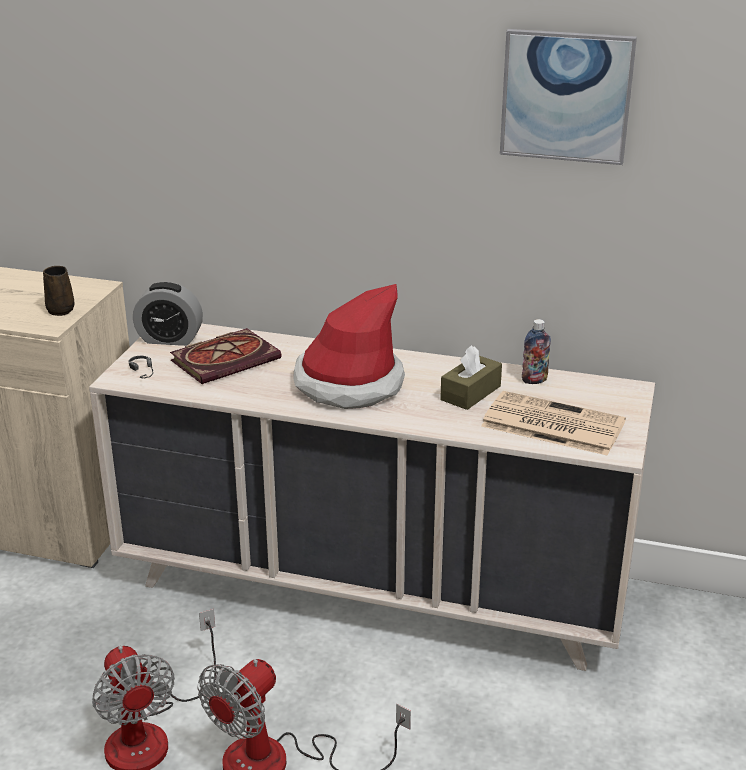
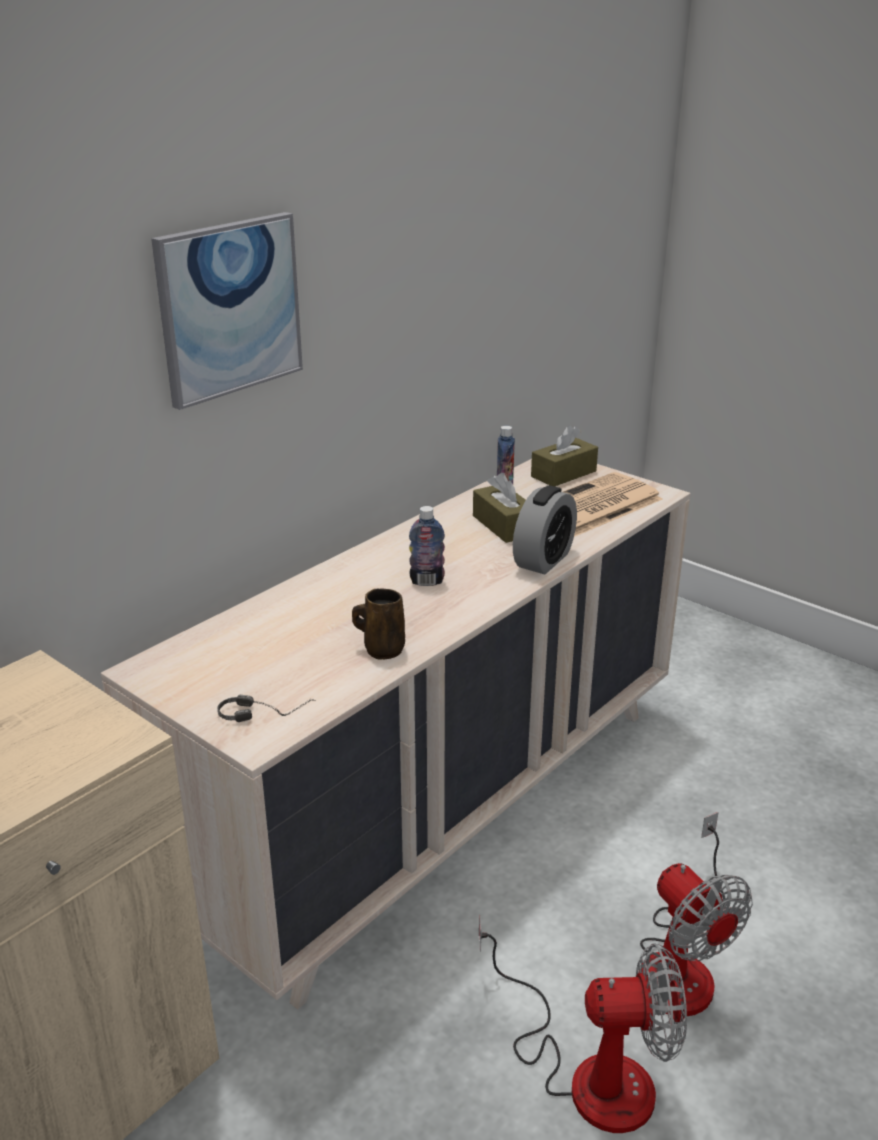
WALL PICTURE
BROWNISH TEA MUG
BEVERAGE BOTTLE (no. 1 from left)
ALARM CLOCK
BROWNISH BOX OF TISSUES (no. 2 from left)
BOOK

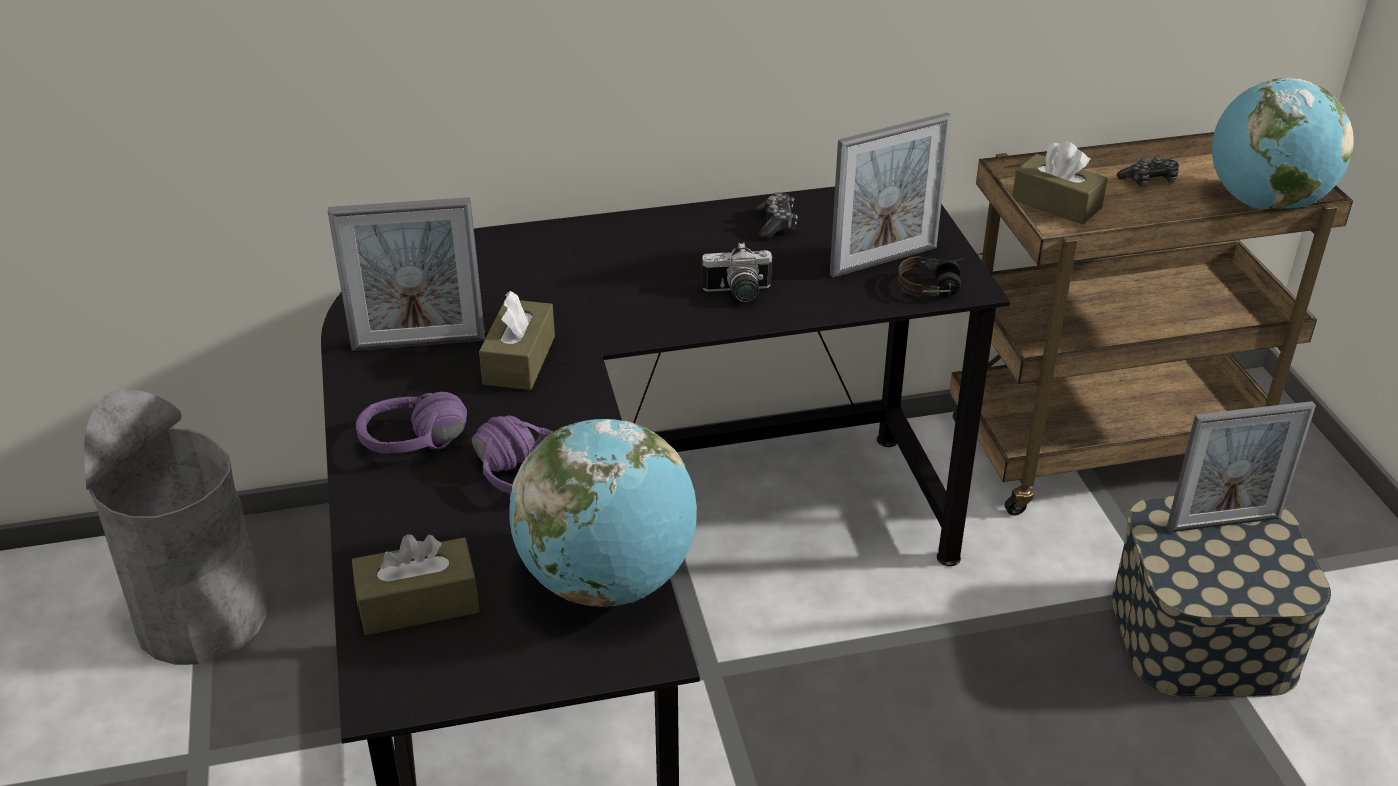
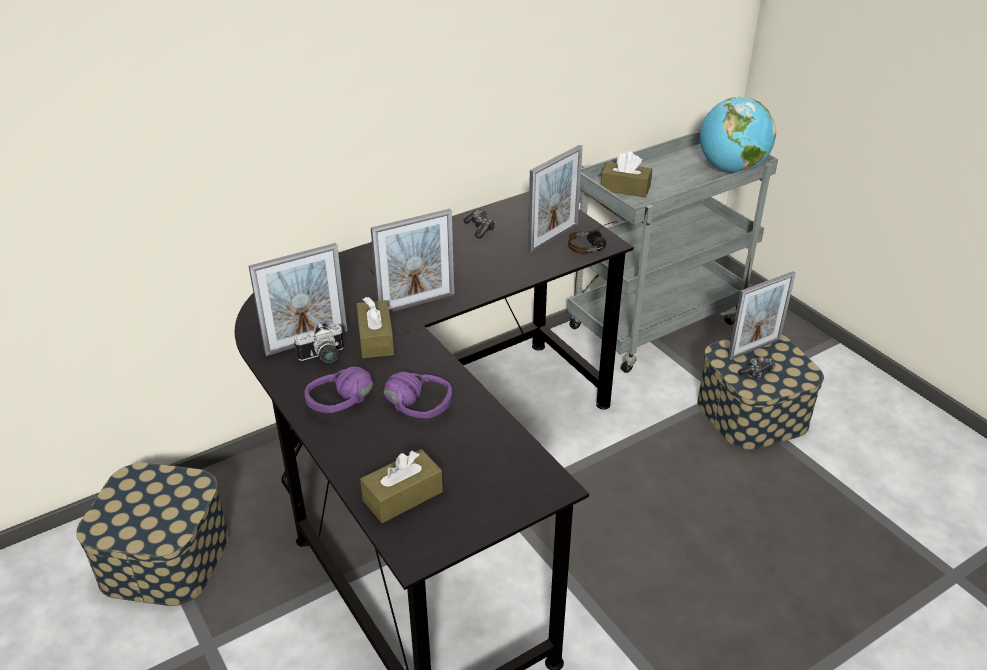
STORAGE BIN (no. 1 from left)
STILL CAMERA
PICTURE FRAME (no. 2 from left)
GREY CART
JOYPAD (no. 2 from left)
GLOBE (no. 1 from left in the first image)

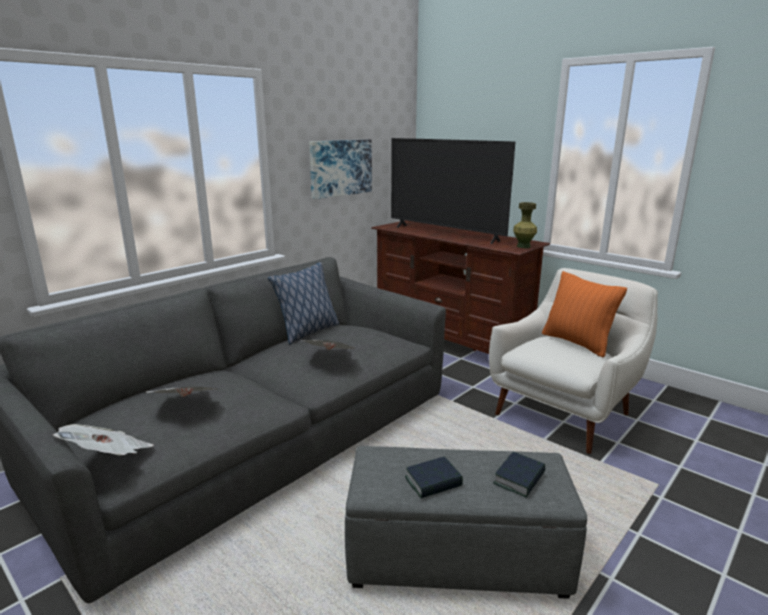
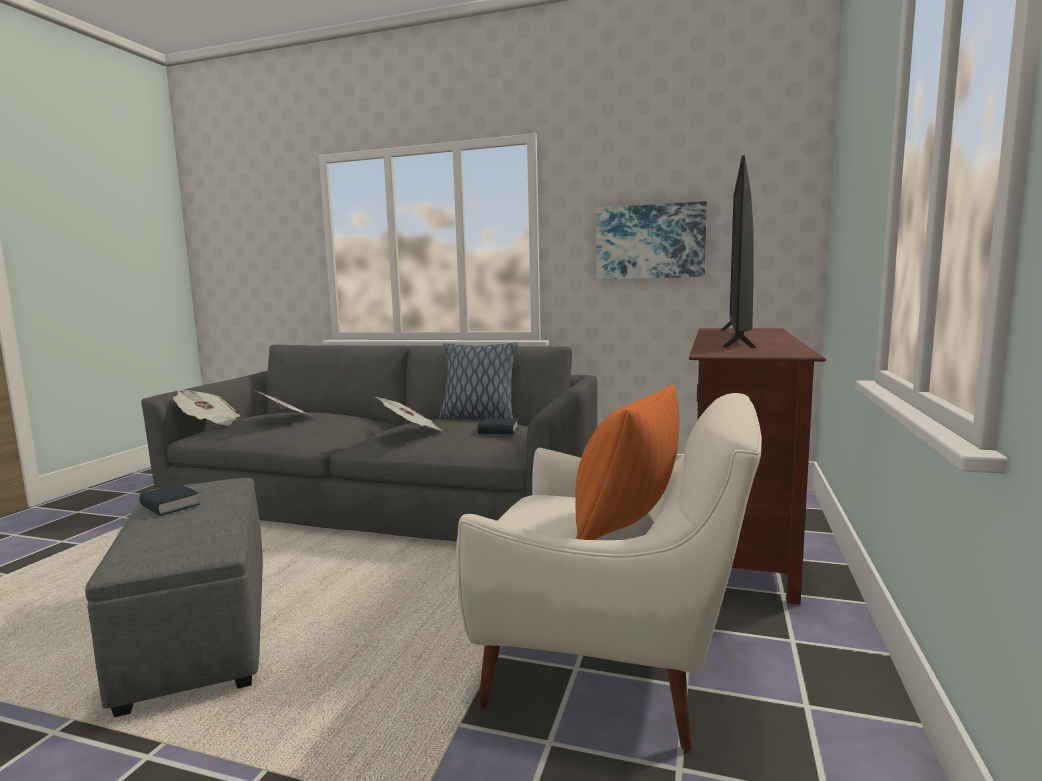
BOOK (no. 2 from left)
GREEN FLOWER VASE

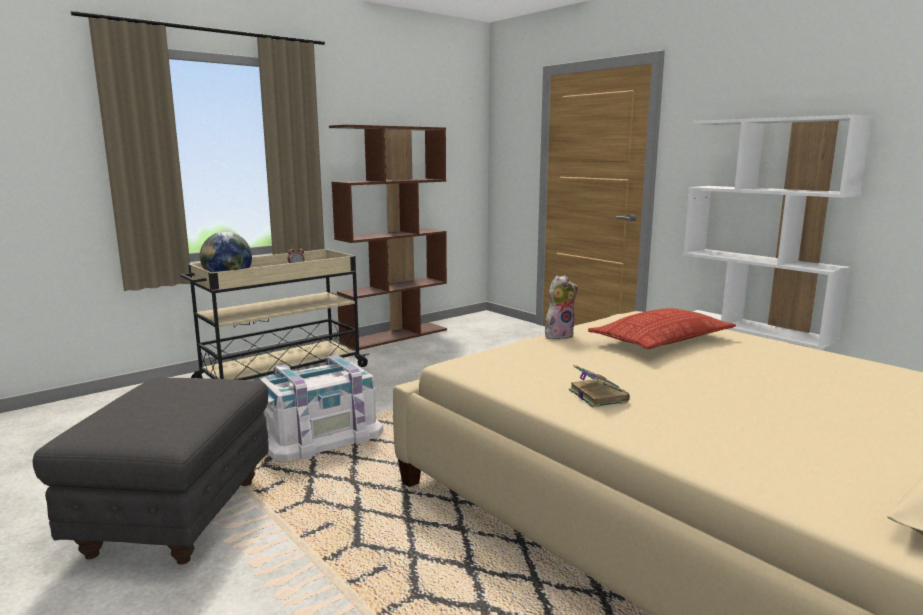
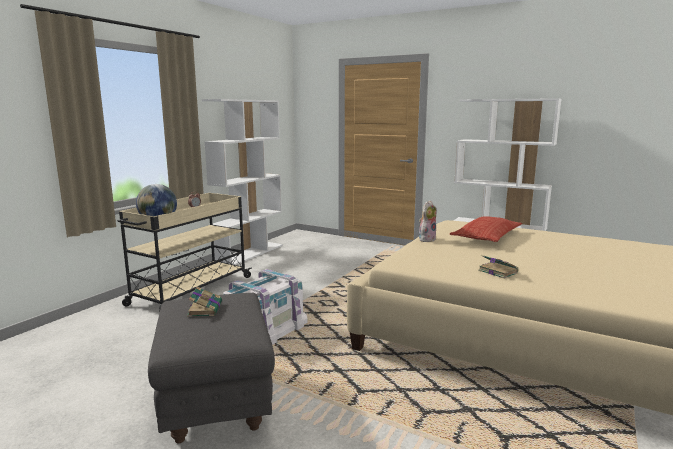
BOOK (no. 1 from left)
WHITE BOOKSHELF (no. 1 from left)

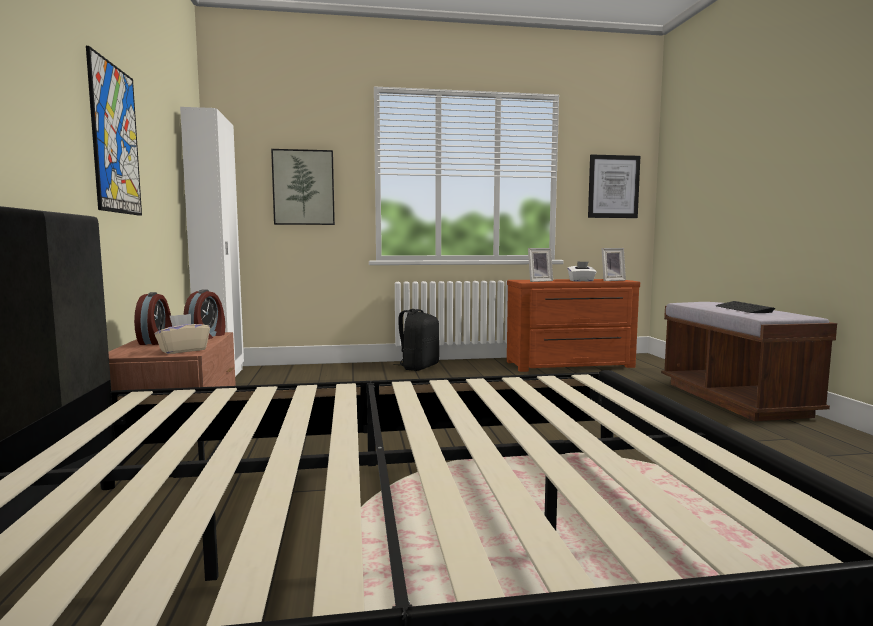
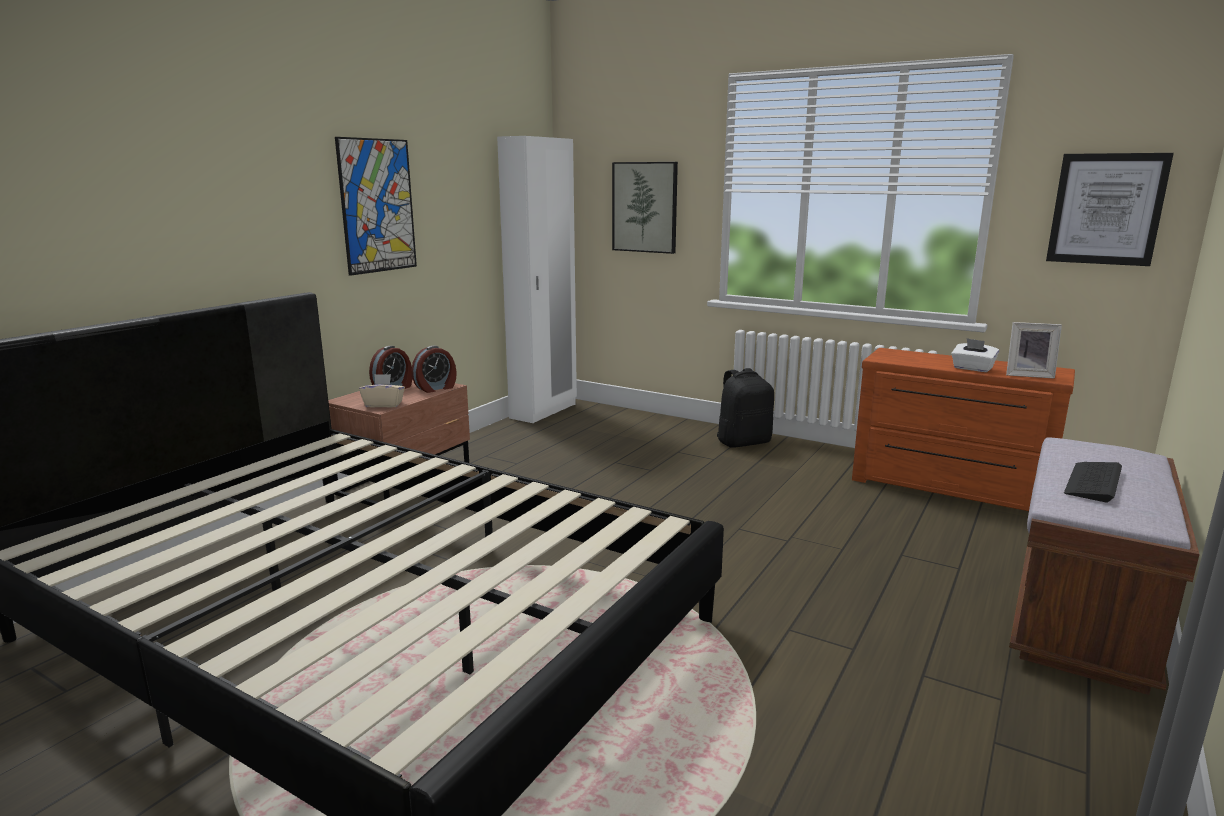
PICTURE FRAME (no. 1 from left in the first image)

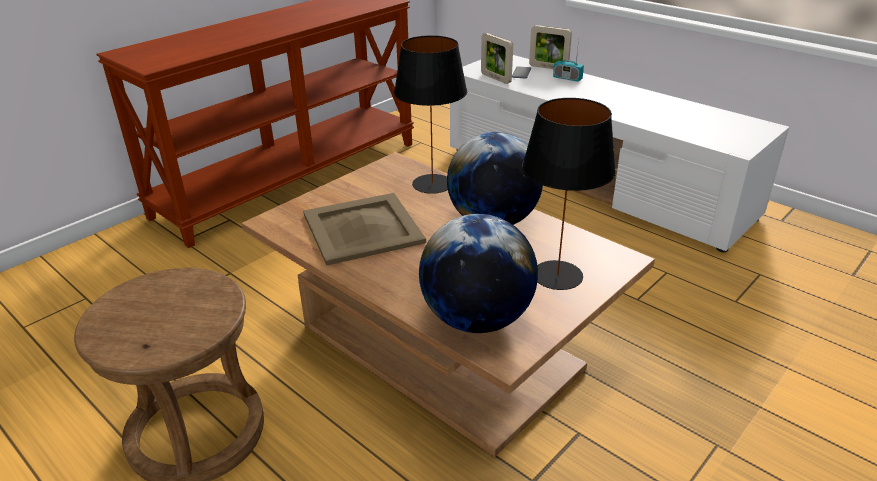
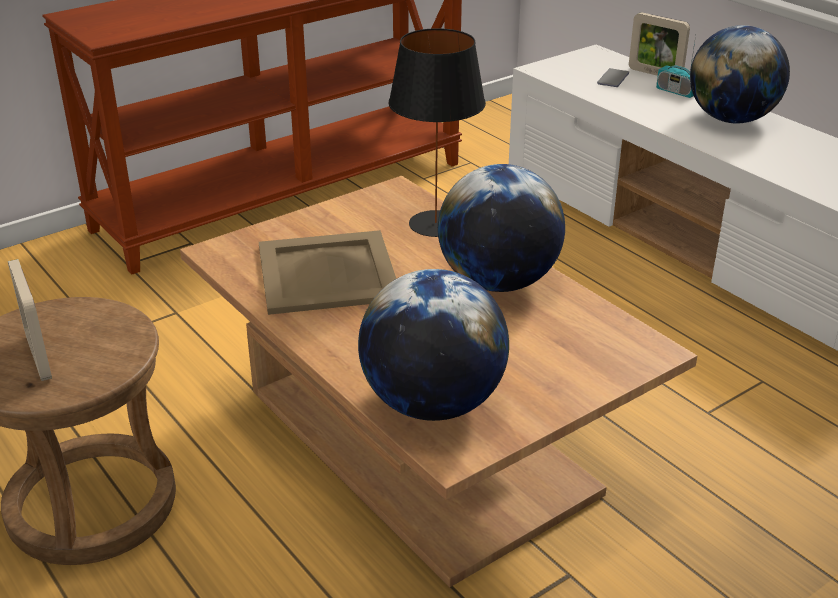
PICTURE FRAME (no. 1 from left)
GLOBE (no. 3 from left)
BLACK-COLOURED TABLE LAMP (no. 2 from left in the first image)

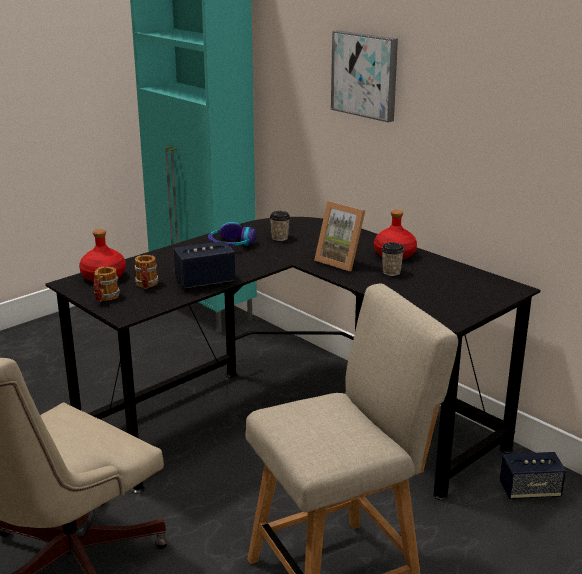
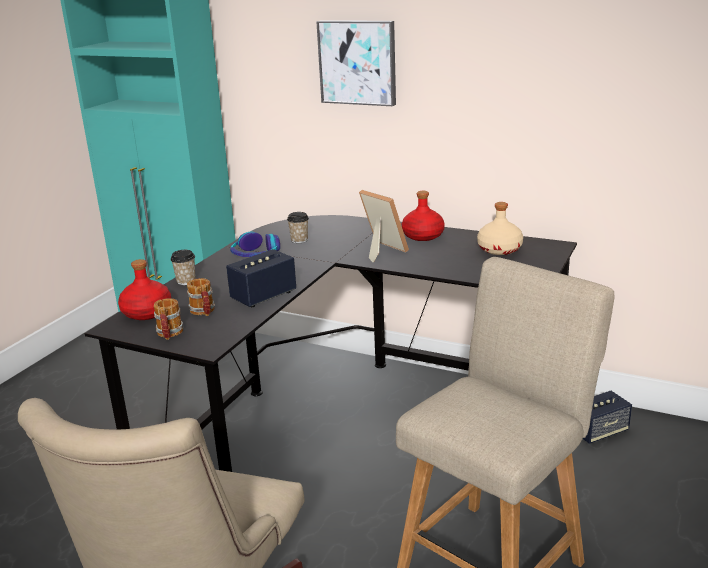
DRINKING CUP (no. 1 from left)
PICTURE FRAME
BEIGE BEVERAGE BOTTLE

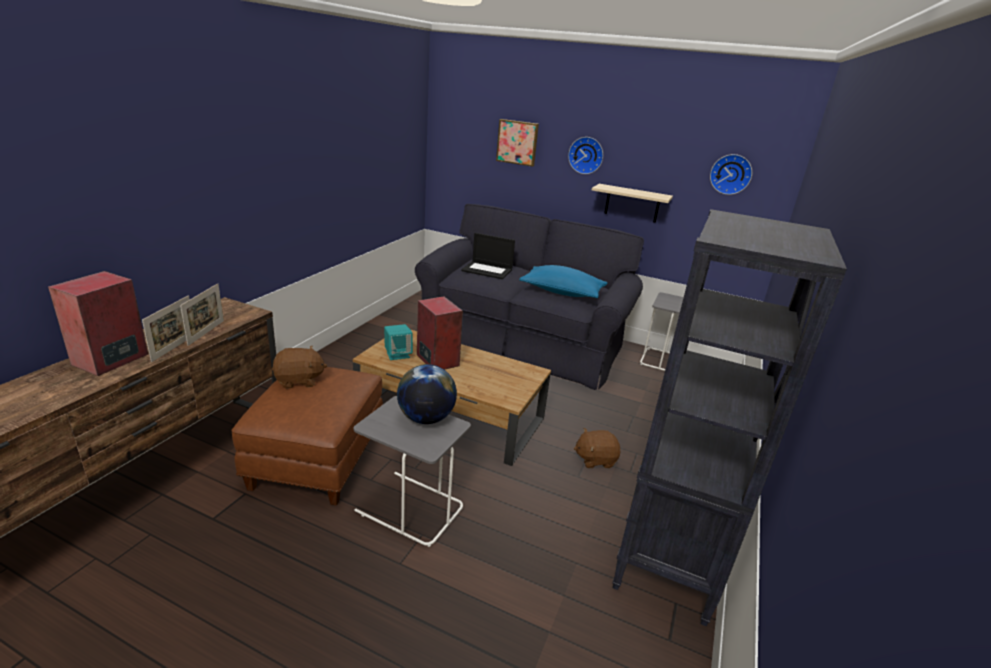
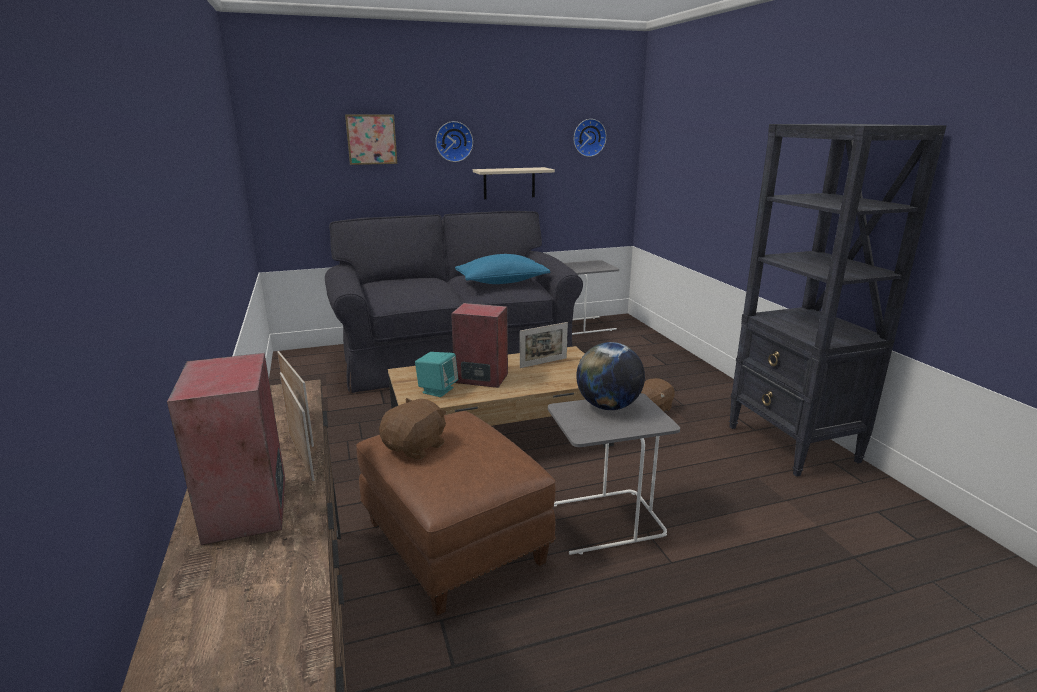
PICTURE FRAME (no. 3 from left)
PORTABLE COMPUTER

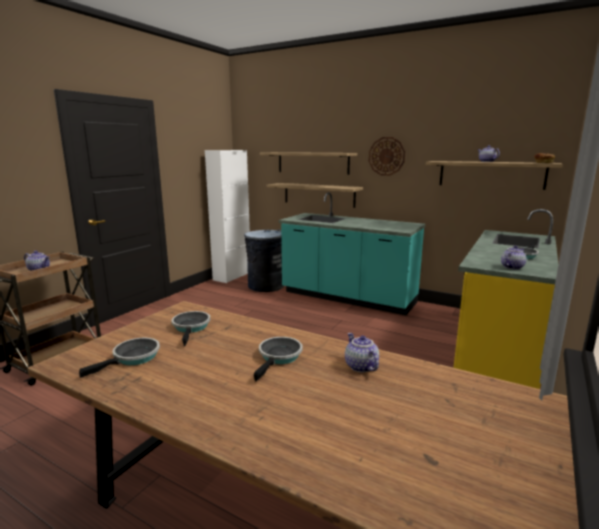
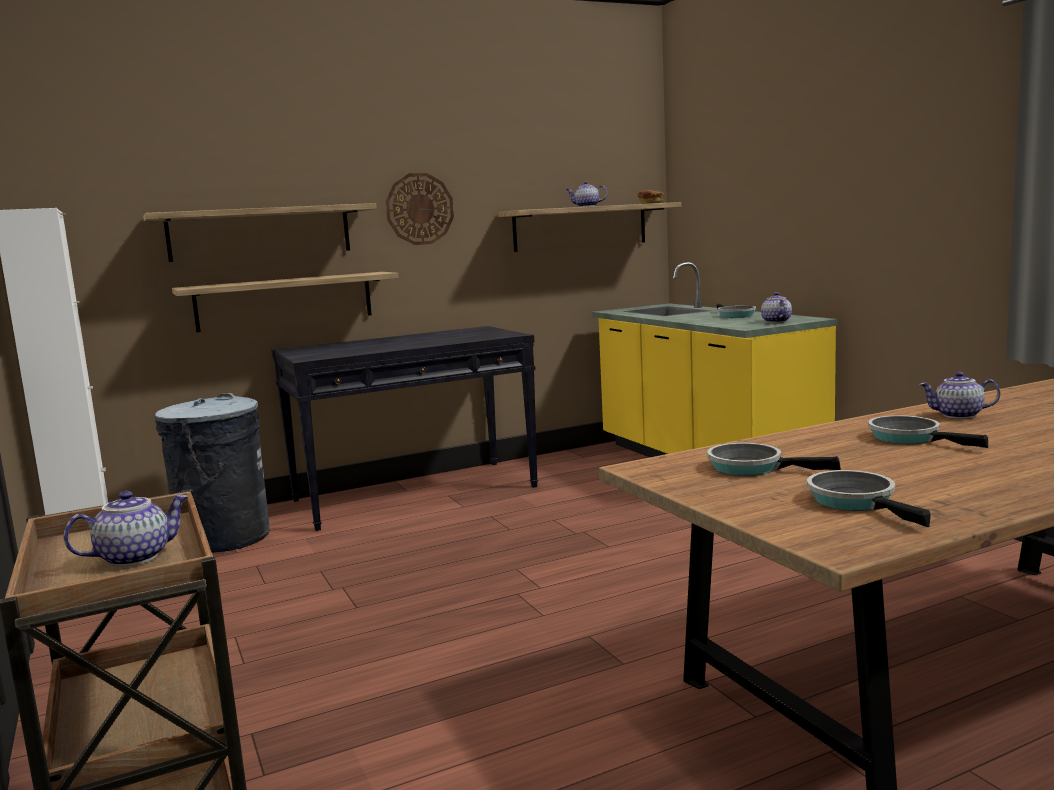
BLACK-COLOURED HALL TABLE

